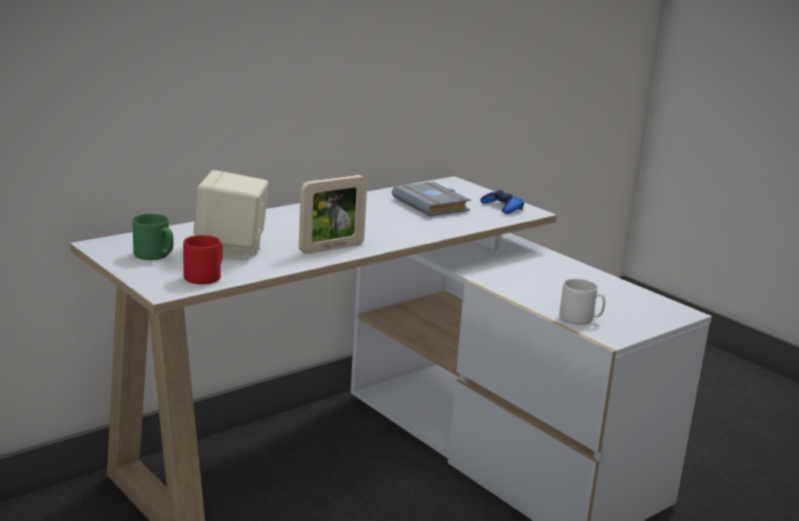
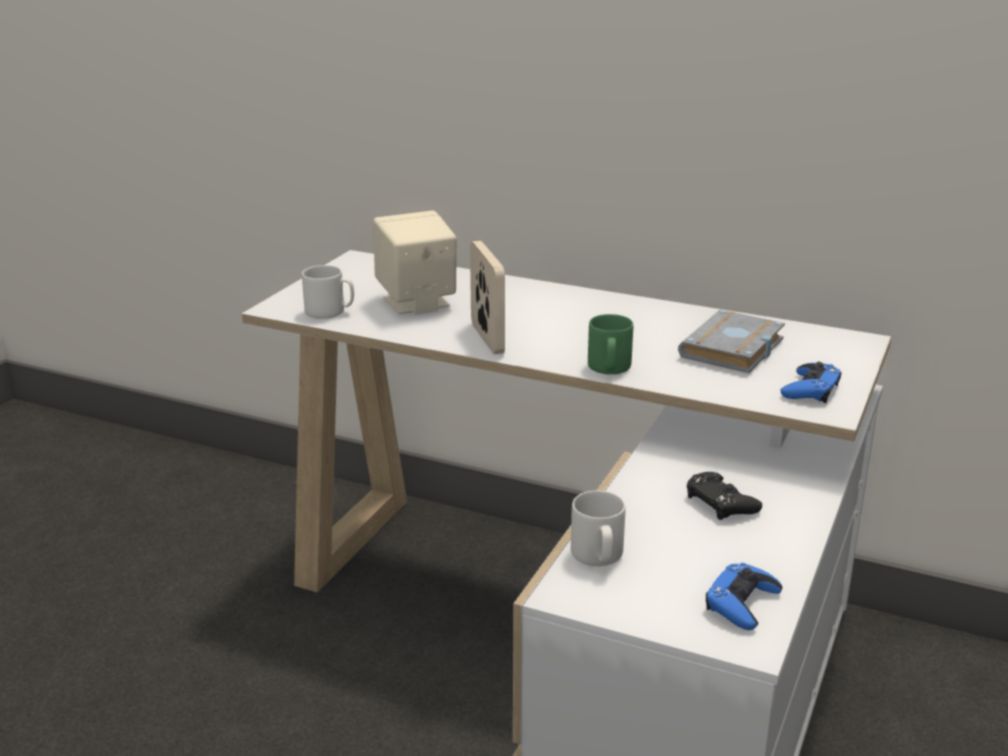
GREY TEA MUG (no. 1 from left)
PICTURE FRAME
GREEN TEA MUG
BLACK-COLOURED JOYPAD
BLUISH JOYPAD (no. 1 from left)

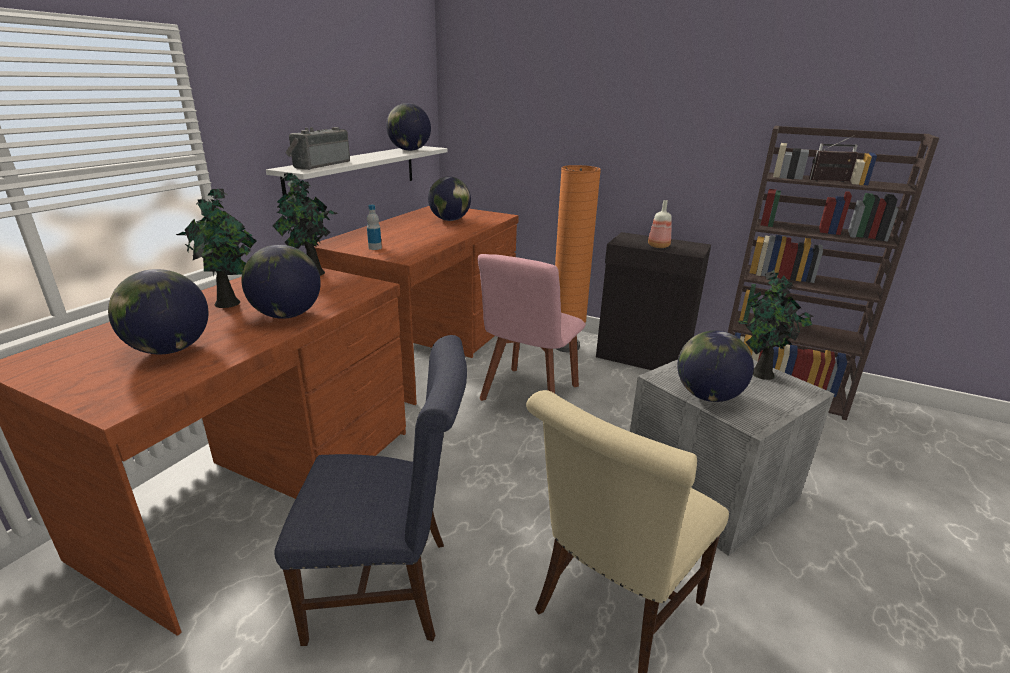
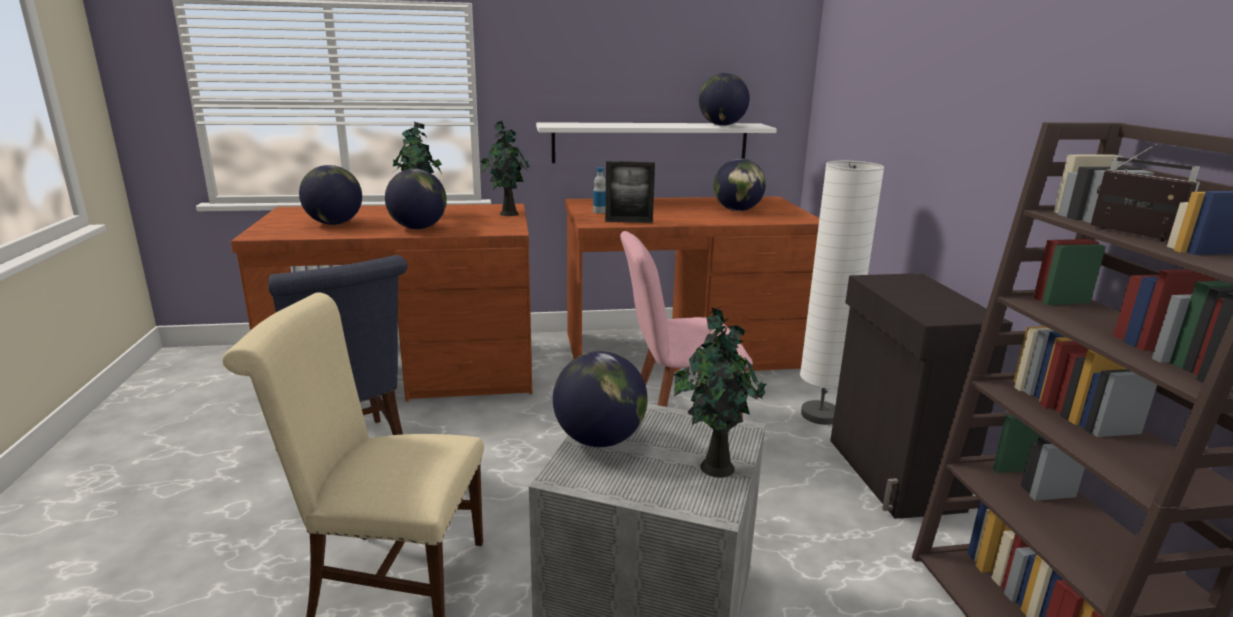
PICTURE FRAME
WHITE STANDARD LAMP
RADIO SET (no. 1 from left in the first image)
BEVERAGE BOTTLE (no. 2 from left in the first image)

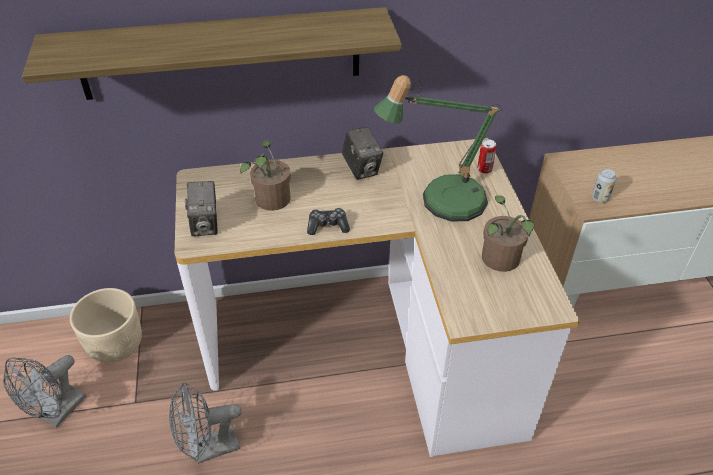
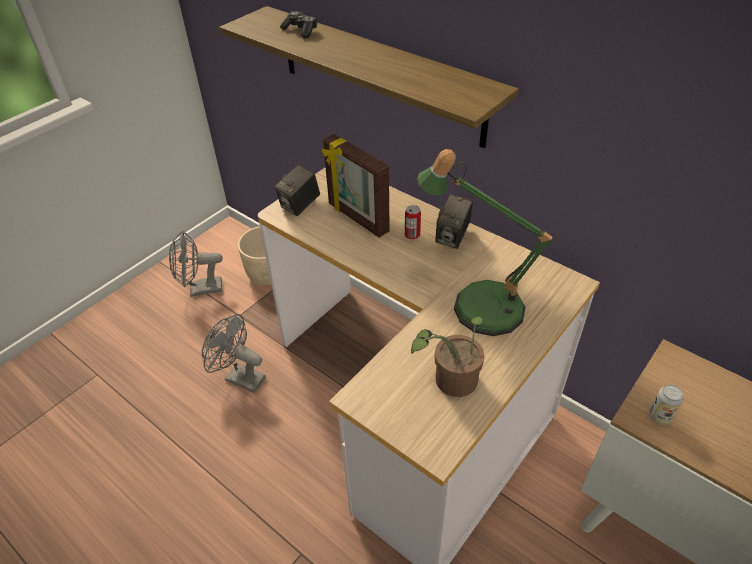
JOYPAD
PICTURE FRAME
SEALED CAN (no. 1 from left)

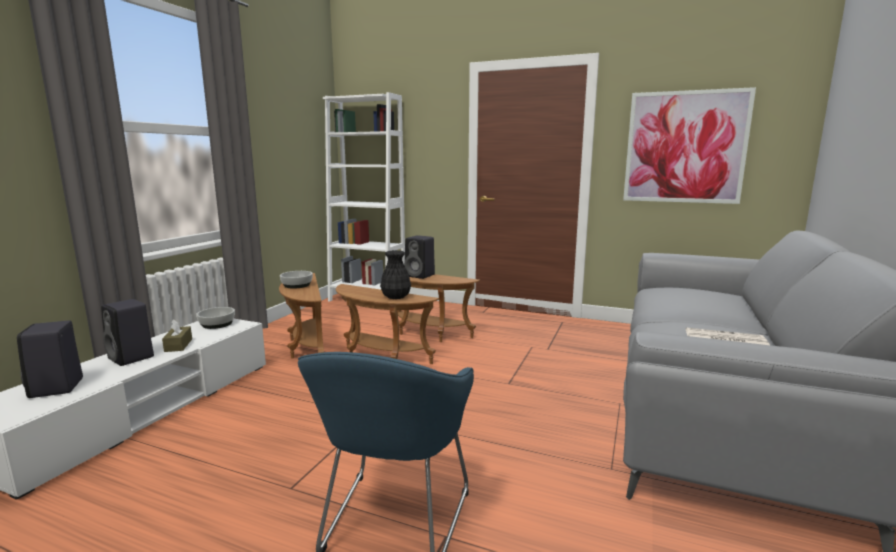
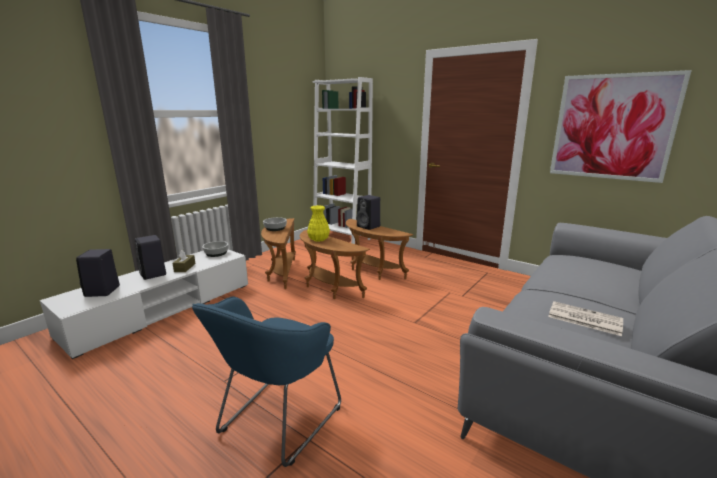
YELLOW-COLOURED FLOWER VASE
BLACK-COLOURED FLOWER VASE

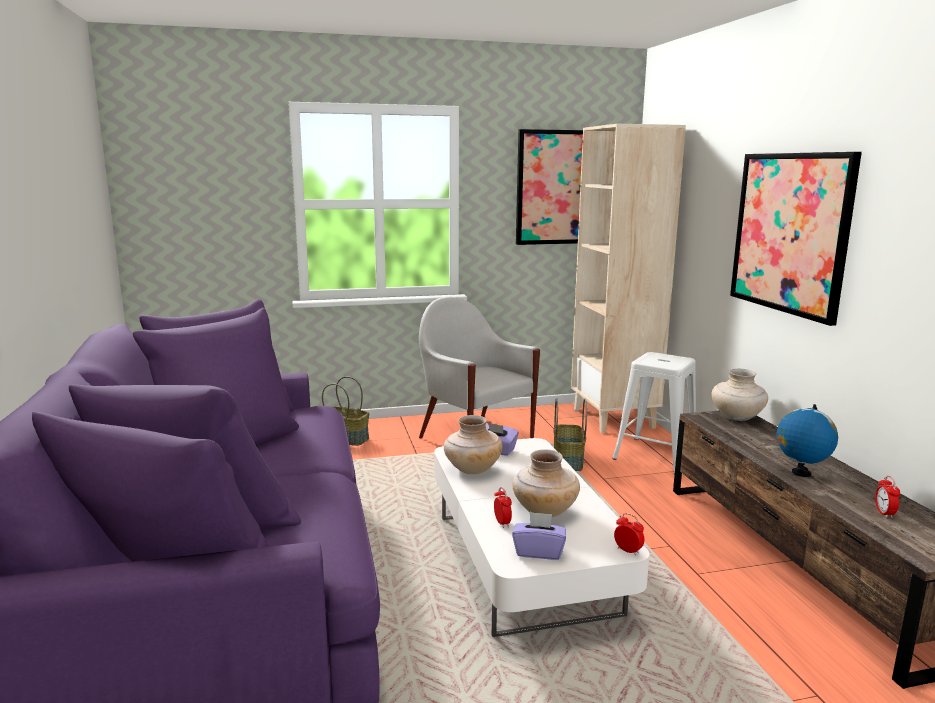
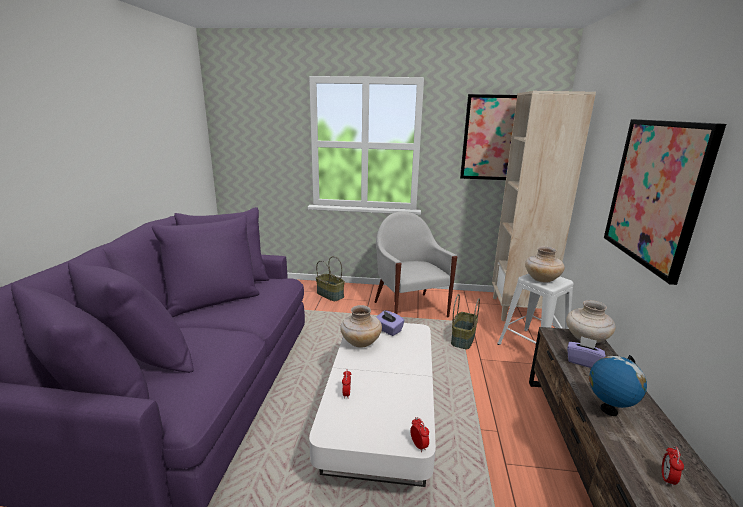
BEIGE FLOWER VASE (no. 2 from left)
PURPLE-COLOURED BOX OF TISSUES (no. 2 from left)

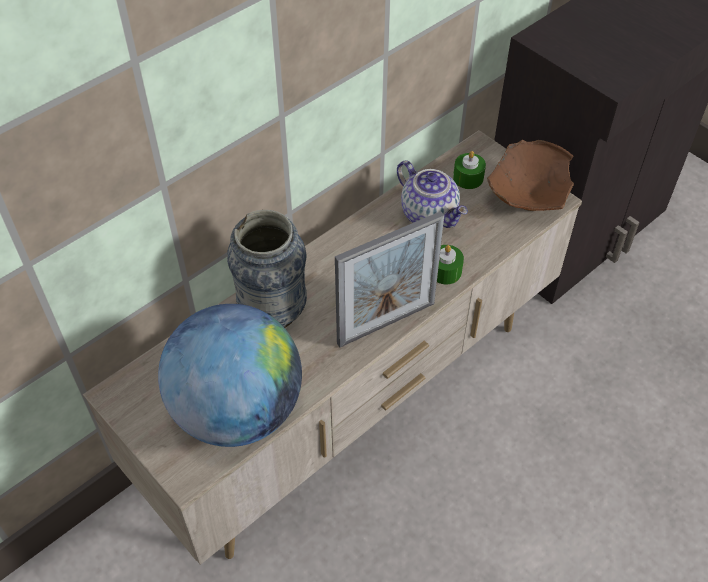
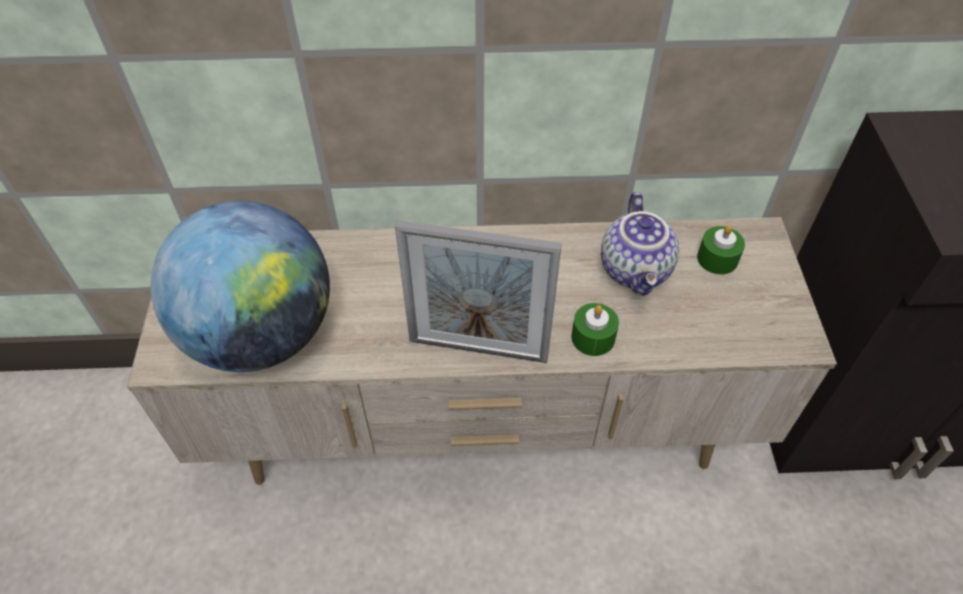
FLOWER VASE
BROWNISH BOWL

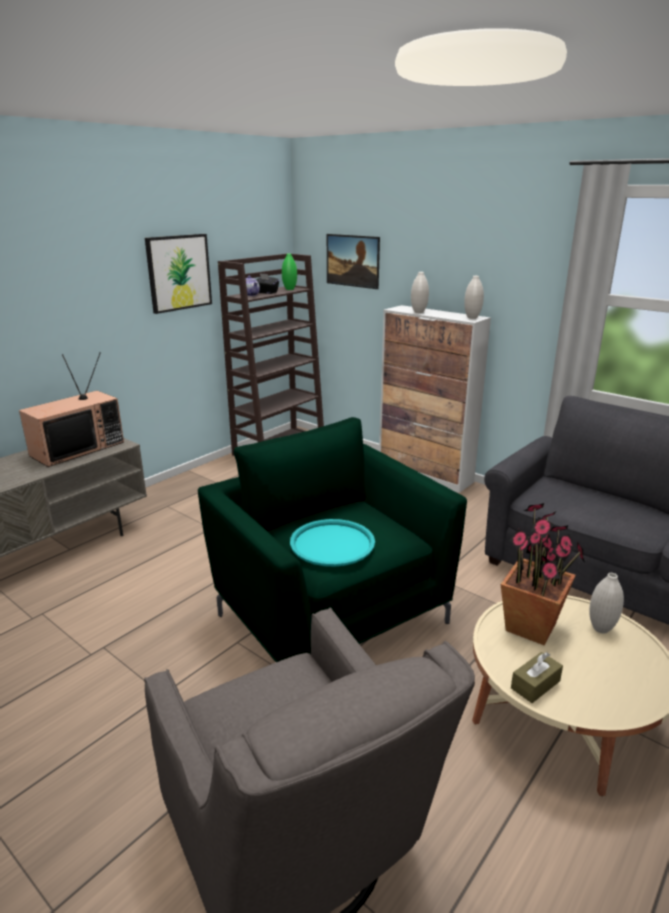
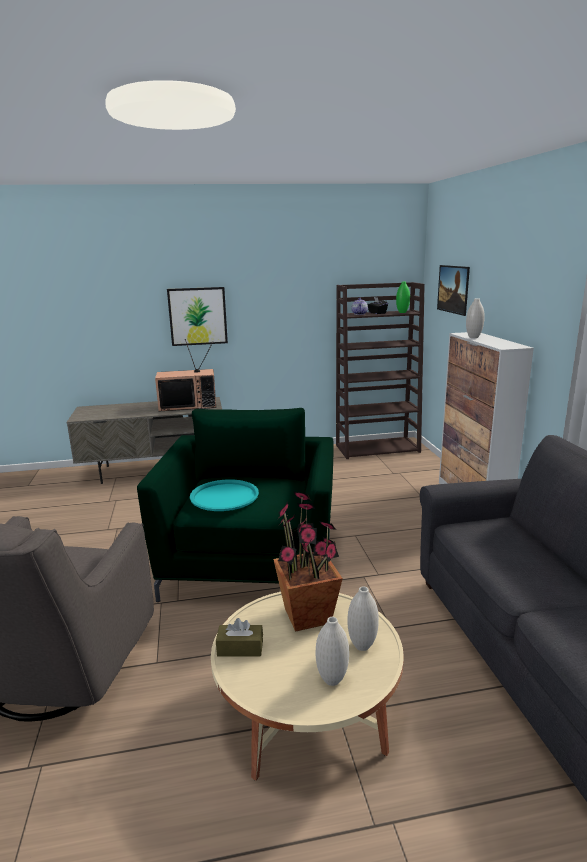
WALL PICTURE (no. 1 from left)
WHITE FLOWER VASE (no. 1 from left)

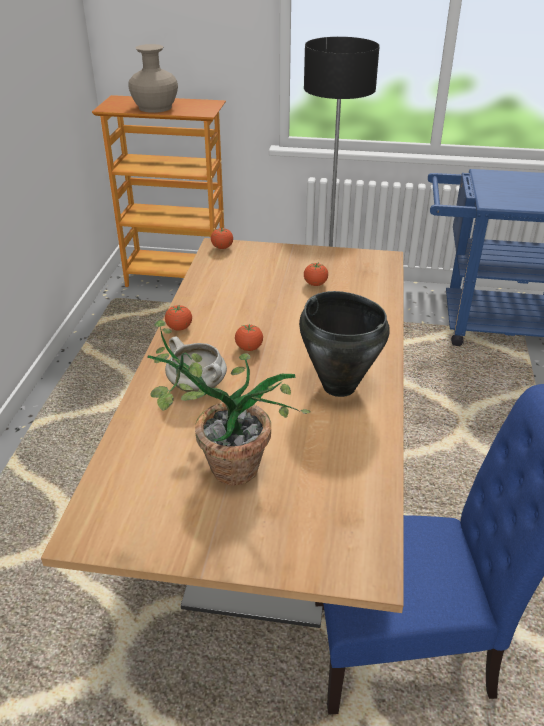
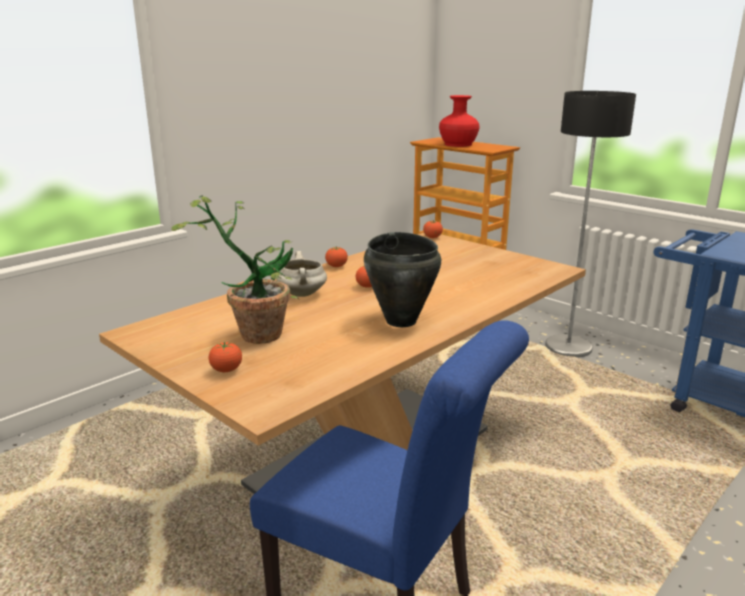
TOMATO (no. 1 from left)
RED-COLOURED FLOWER VASE

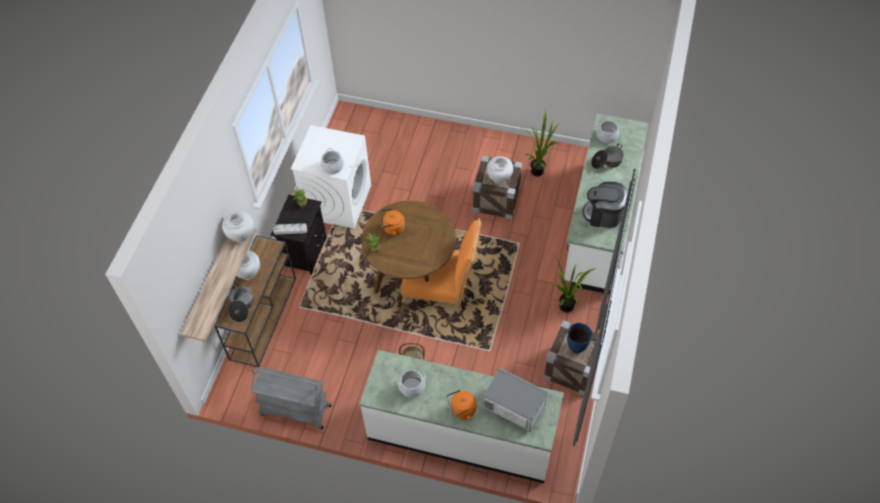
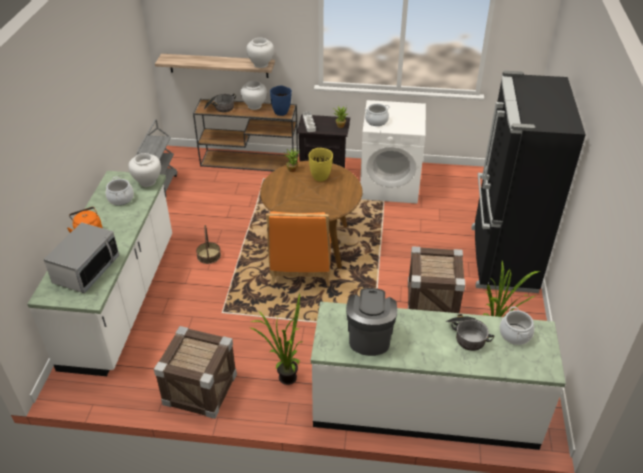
WHITE FLOWER VASE (no. 1 from left)
BLUISH FLOWER VASE
YELLOW-COLOURED FLOWER VASE
BLACK-COLOURED KITCHEN FRIDGE

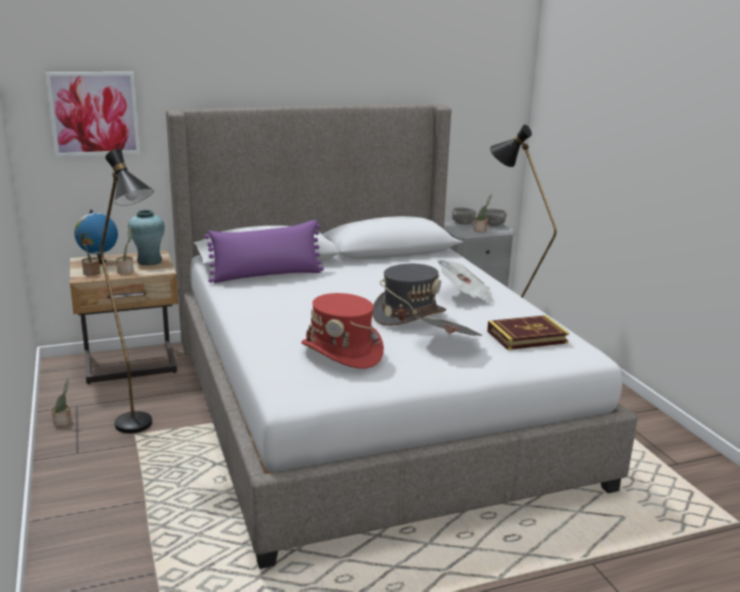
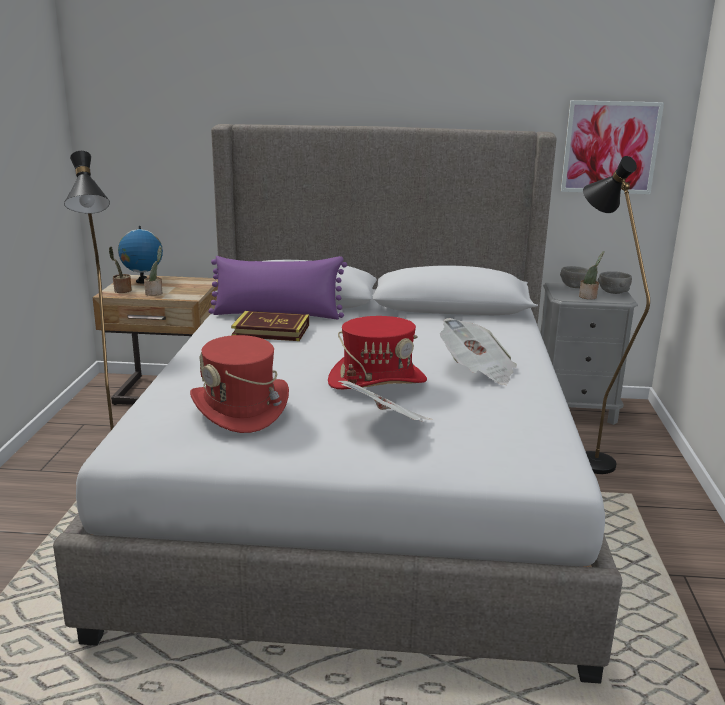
BOOK
RED-COLOURED WEARABLE HAT (no. 2 from left)
WALL PICTURE
PLANT IN A POT (no. 1 from left in the first image)
TURQUOISE FLOWER VASE

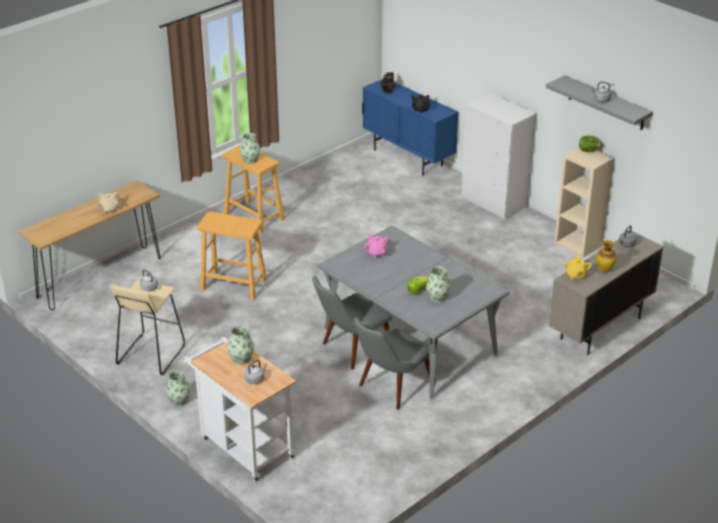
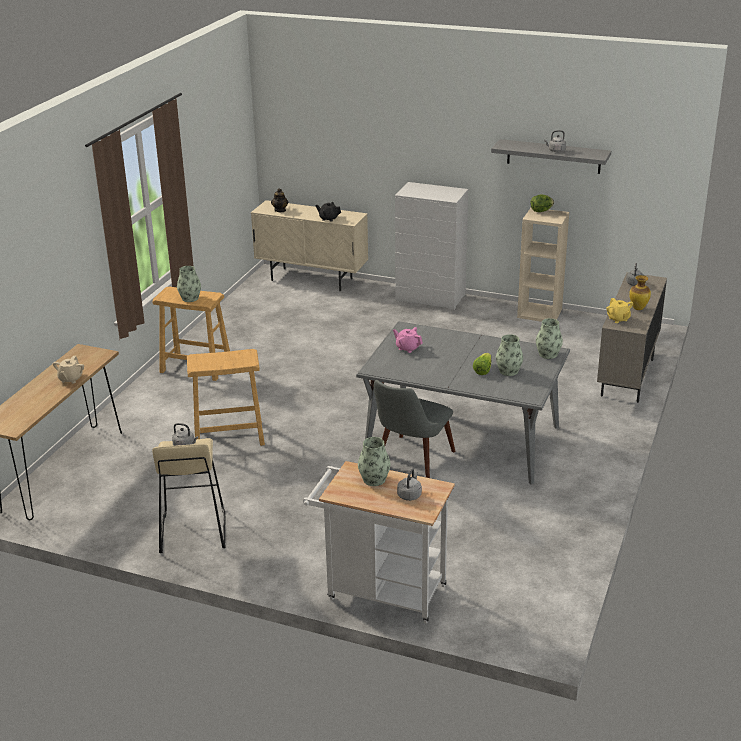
BEIGE STORAGE CABINET (no. 1 from left)
FLOWER VASE (no. 4 from left)
GREY UPRIGHT CHAIR (no. 2 from left in the first image)

